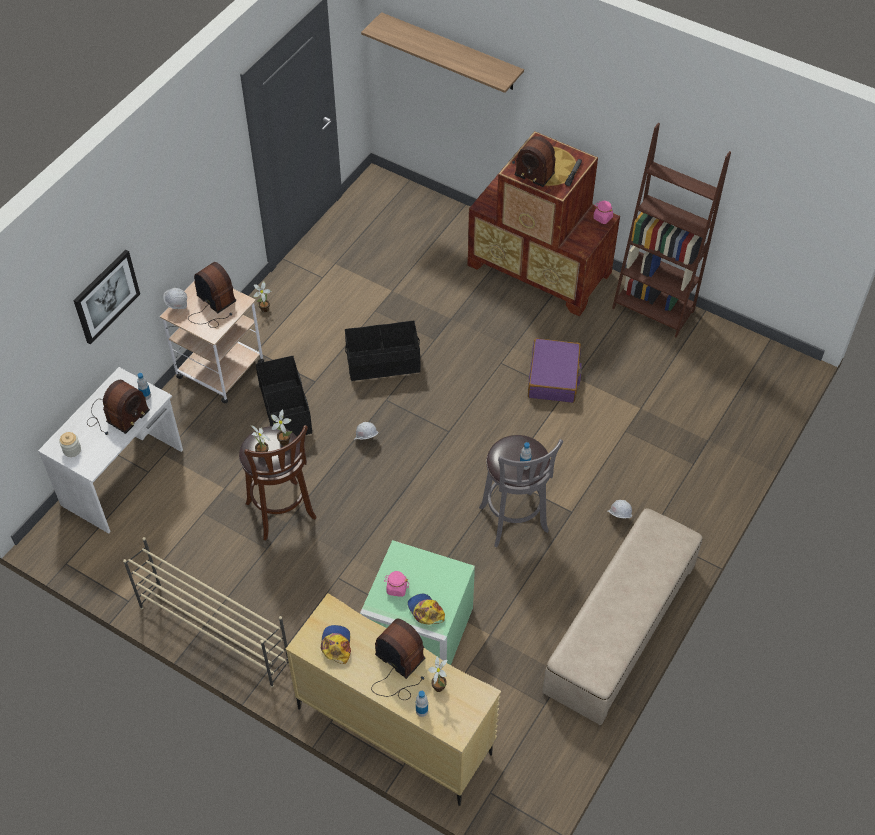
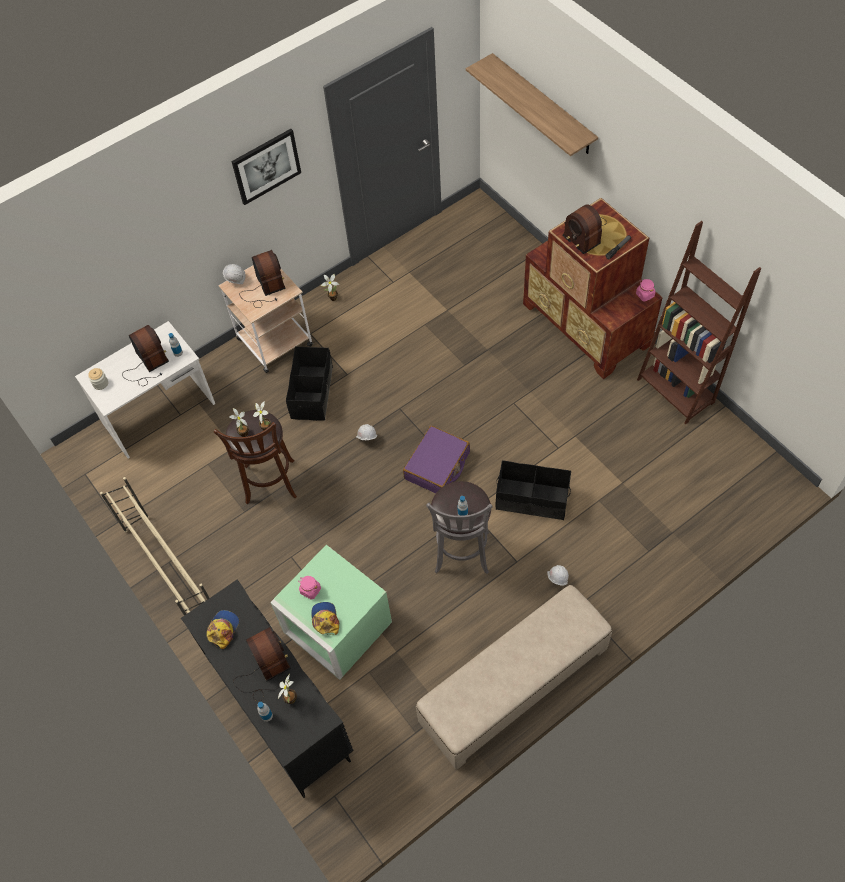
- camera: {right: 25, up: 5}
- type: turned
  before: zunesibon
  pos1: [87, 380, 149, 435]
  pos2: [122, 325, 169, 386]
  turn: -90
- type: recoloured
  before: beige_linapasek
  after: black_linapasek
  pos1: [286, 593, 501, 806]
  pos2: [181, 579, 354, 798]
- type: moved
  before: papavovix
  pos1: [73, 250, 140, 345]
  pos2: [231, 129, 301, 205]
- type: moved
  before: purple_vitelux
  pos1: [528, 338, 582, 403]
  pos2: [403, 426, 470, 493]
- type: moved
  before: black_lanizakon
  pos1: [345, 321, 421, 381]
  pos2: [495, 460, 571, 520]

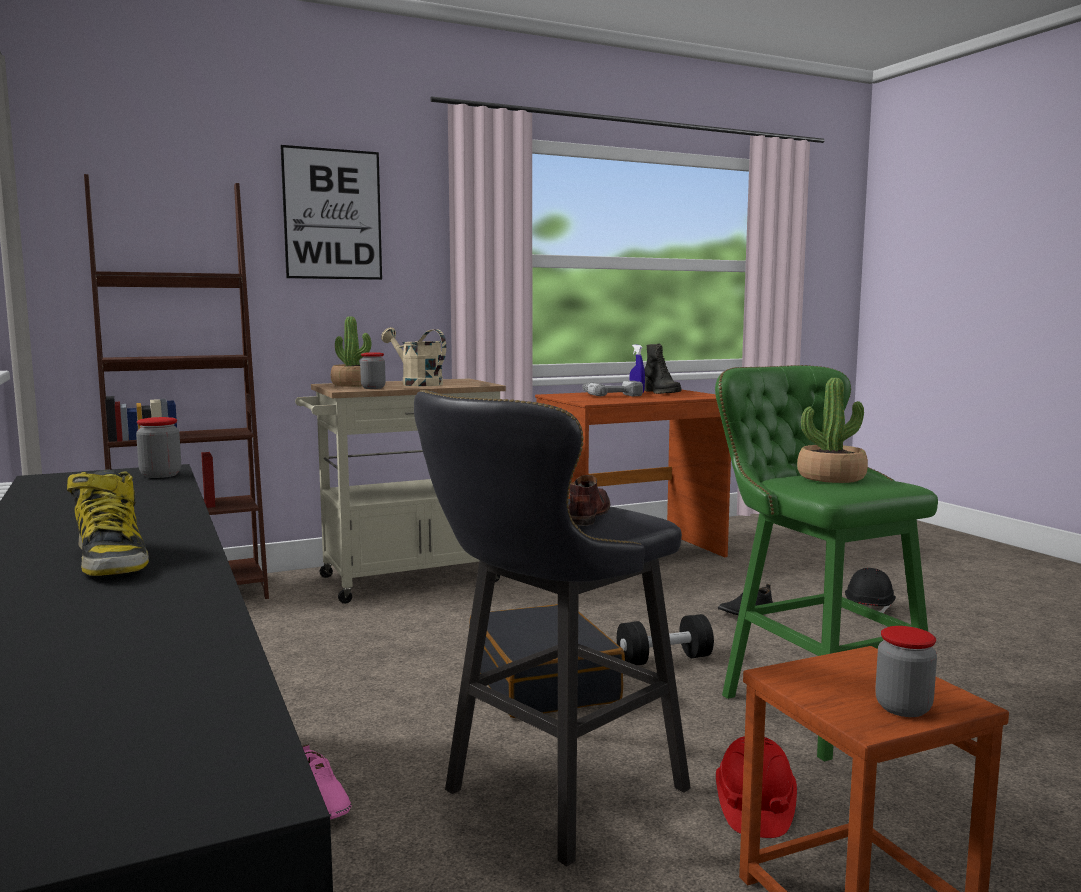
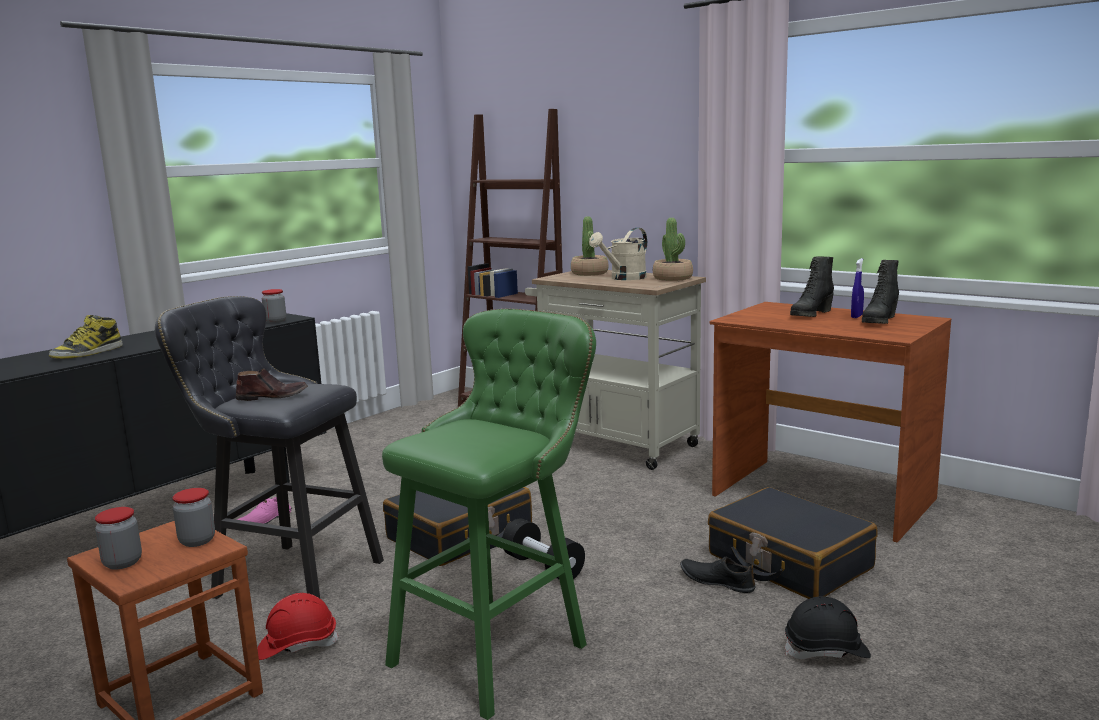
- camera: {right: 65, up: 5}
- type: moved
  before: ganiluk
  pos1: [360, 352, 386, 389]
  pos2: [173, 488, 215, 547]
- type: turned
  before: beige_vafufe
  pos1: [381, 327, 446, 386]
  pos2: [589, 228, 647, 280]
  turn: -150
- type: moved
  before: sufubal
  pos1: [797, 378, 868, 483]
  pos2: [653, 218, 693, 281]
- type: added
  after: black_vitelux
  pos2: [708, 487, 877, 599]
- type: replaced
  before: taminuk
  after: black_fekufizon
  pos1: [582, 381, 643, 396]
  pos2: [790, 256, 834, 317]
- type: removed
  before: papavovix
  pos1: [280, 145, 382, 280]

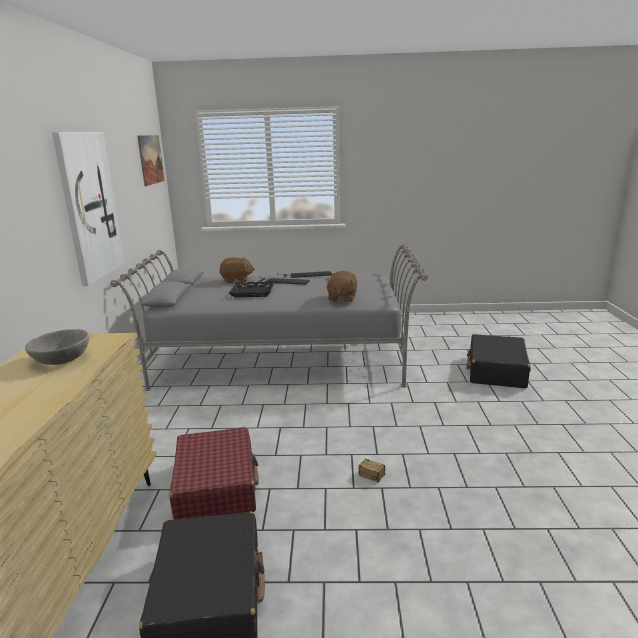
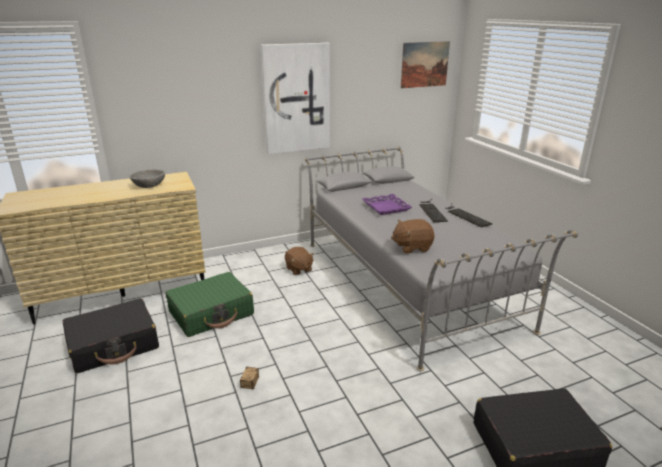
- camera: {right: 65, up: 5}
- type: recoloured
  before: red_vitelux
  after: green_vitelux
  pos1: [170, 427, 259, 520]
  pos2: [166, 272, 254, 337]
- type: moved
  before: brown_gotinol
  pos1: [219, 257, 255, 283]
  pos2: [285, 247, 314, 275]
- type: recoloured
  before: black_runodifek
  after: purple_runodifek
  pos1: [228, 281, 275, 297]
  pos2: [362, 194, 412, 215]

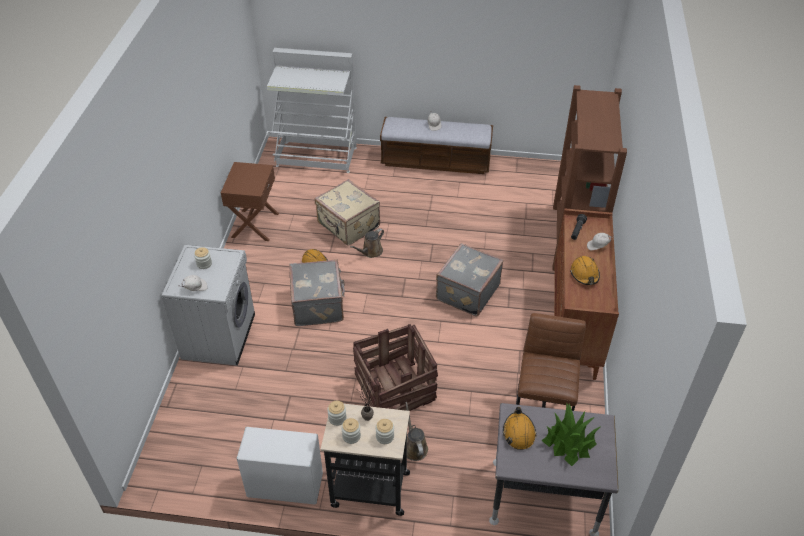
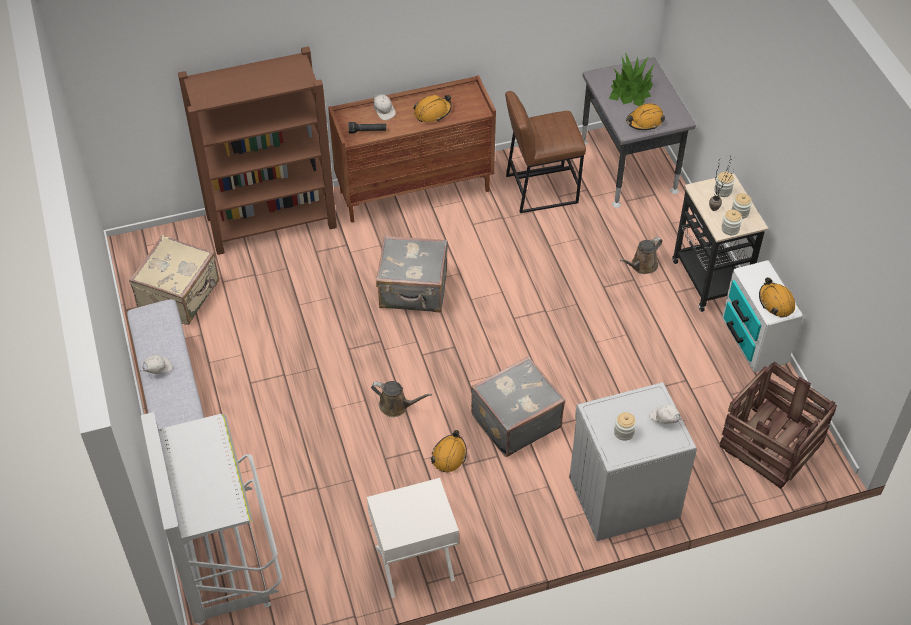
- camera: {right: -115, up: 5}
- type: moved
  before: beige_vitelux
  pos1: [315, 179, 380, 246]
  pos2: [129, 235, 219, 325]
- type: recoloured
  before: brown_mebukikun
  after: white_mebukikun
  pos1: [221, 162, 279, 241]
  pos2: [367, 478, 459, 598]
- type: moved
  before: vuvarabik
  pos1: [353, 324, 438, 411]
  pos2: [719, 361, 837, 489]
- type: added
  after: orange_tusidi
  pos2: [759, 277, 795, 317]

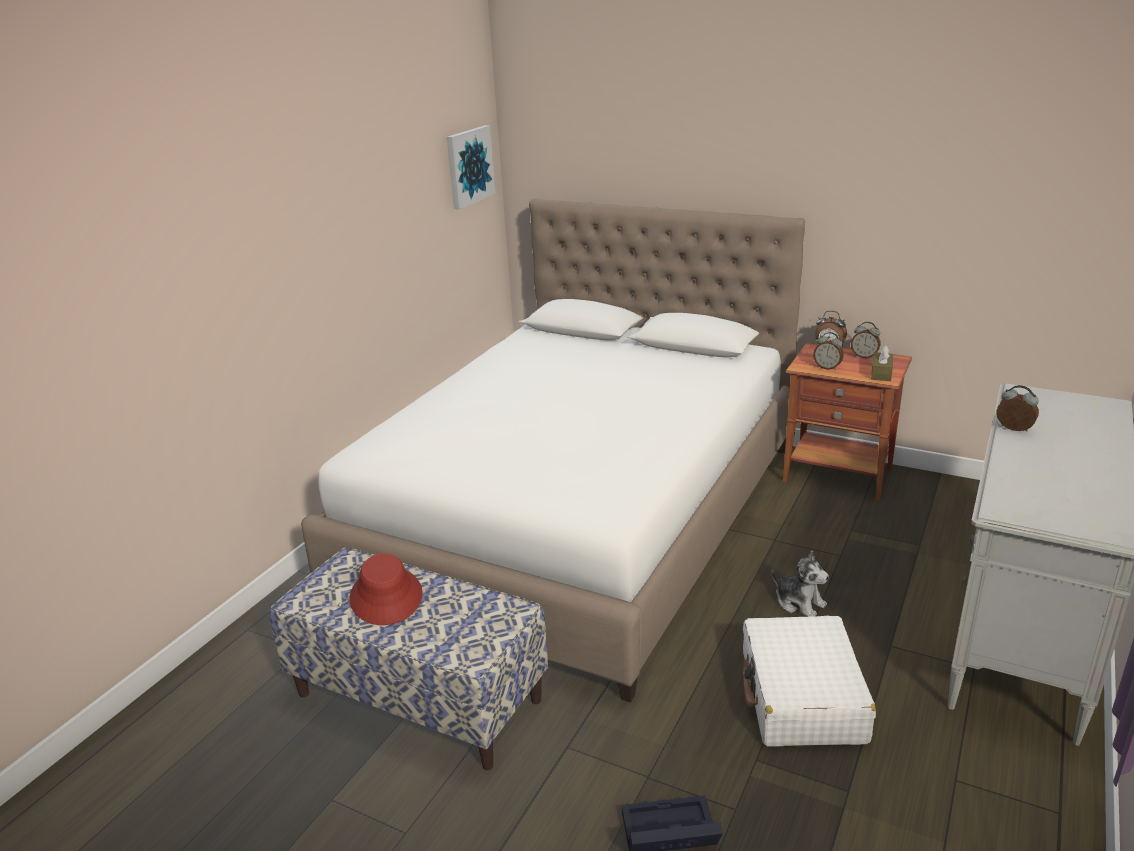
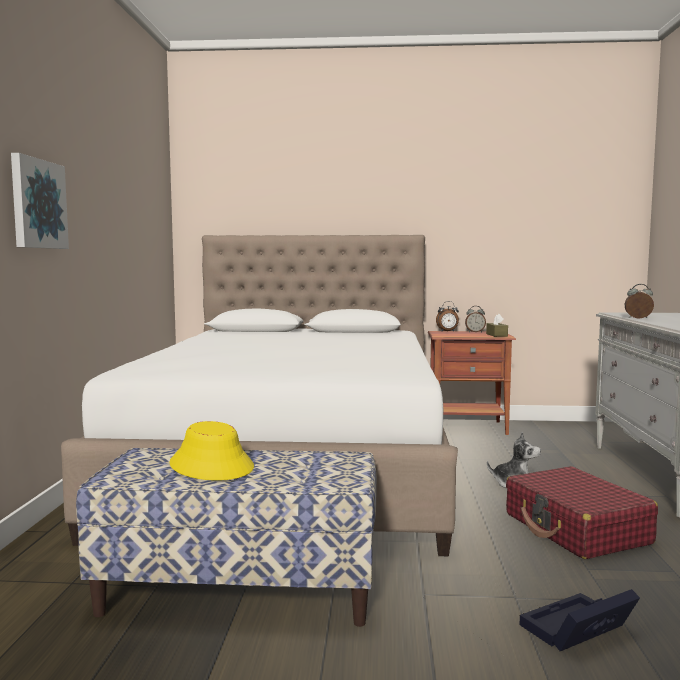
- camera: {right: -25, up: -20}
- type: moved
  before: papavovix
  pos1: [447, 125, 496, 209]
  pos2: [11, 153, 69, 249]
- type: recoloured
  before: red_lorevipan
  after: yellow_lorevipan
  pos1: [349, 553, 422, 625]
  pos2: [169, 421, 254, 481]
- type: recoloured
  before: white_vitelux
  after: red_vitelux
  pos1: [743, 616, 876, 746]
  pos2: [506, 466, 658, 559]
- type: removed
  before: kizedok
  pos1: [813, 332, 844, 370]

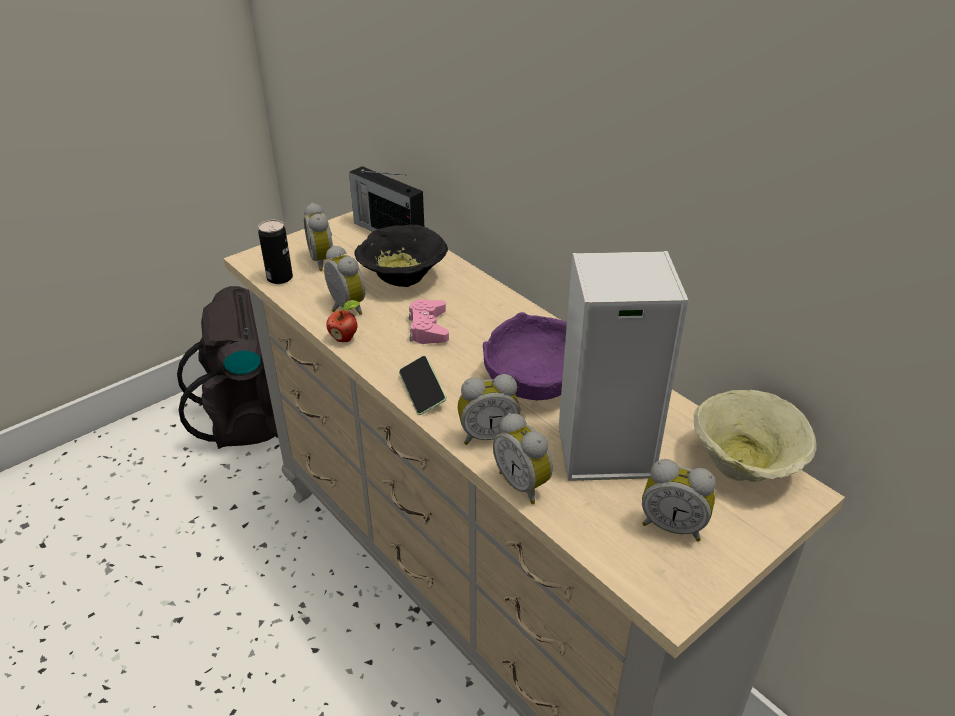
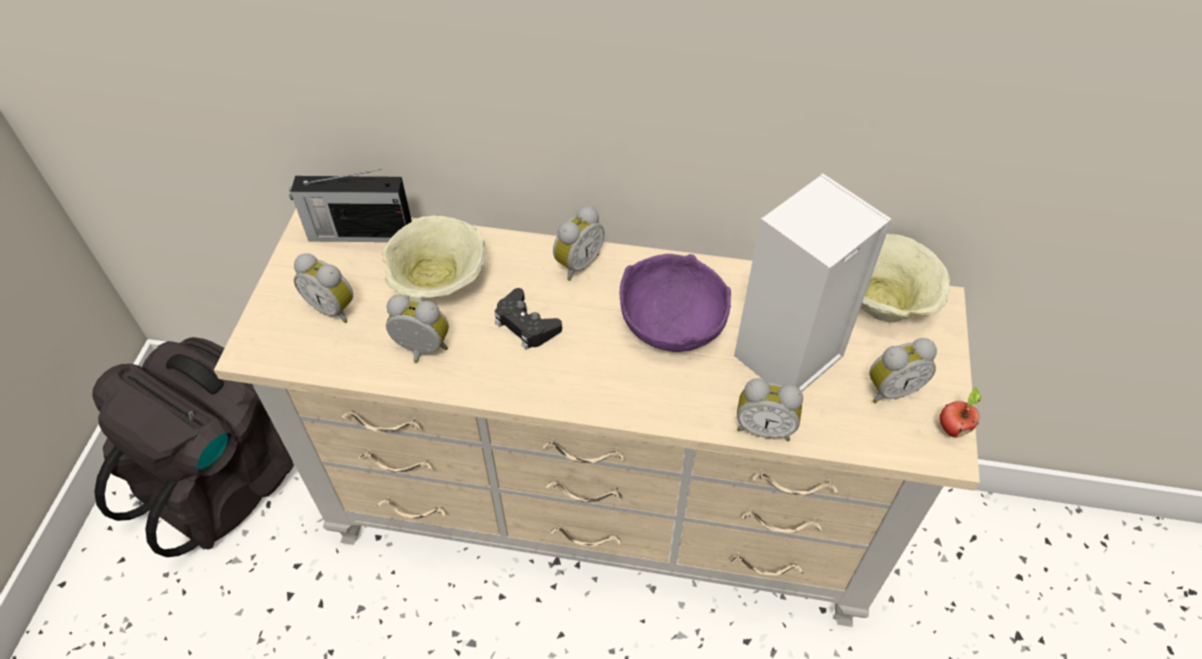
- camera: {right: -40, up: 15}
- type: recoloured
  before: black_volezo
  after: beige_volezo
  pos1: [354, 225, 448, 287]
  pos2: [382, 215, 486, 298]
- type: recoloured
  before: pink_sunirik
  after: black_sunirik
  pos1: [409, 299, 449, 344]
  pos2: [495, 288, 562, 350]
- type: moved
  before: kizedok
  pos1: [458, 374, 521, 445]
  pos2: [553, 206, 605, 281]
- type: moved
  before: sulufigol
  pos1: [326, 300, 360, 342]
  pos2: [940, 387, 981, 438]
- type: removed
  before: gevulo
  pos1: [258, 220, 293, 284]
- type: removed
  before: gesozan
  pos1: [399, 356, 446, 415]

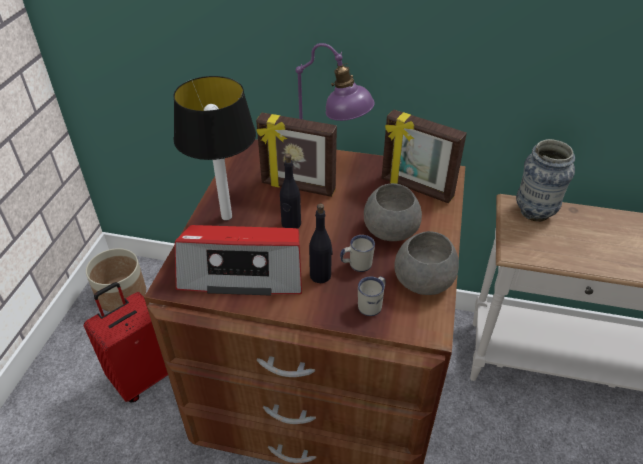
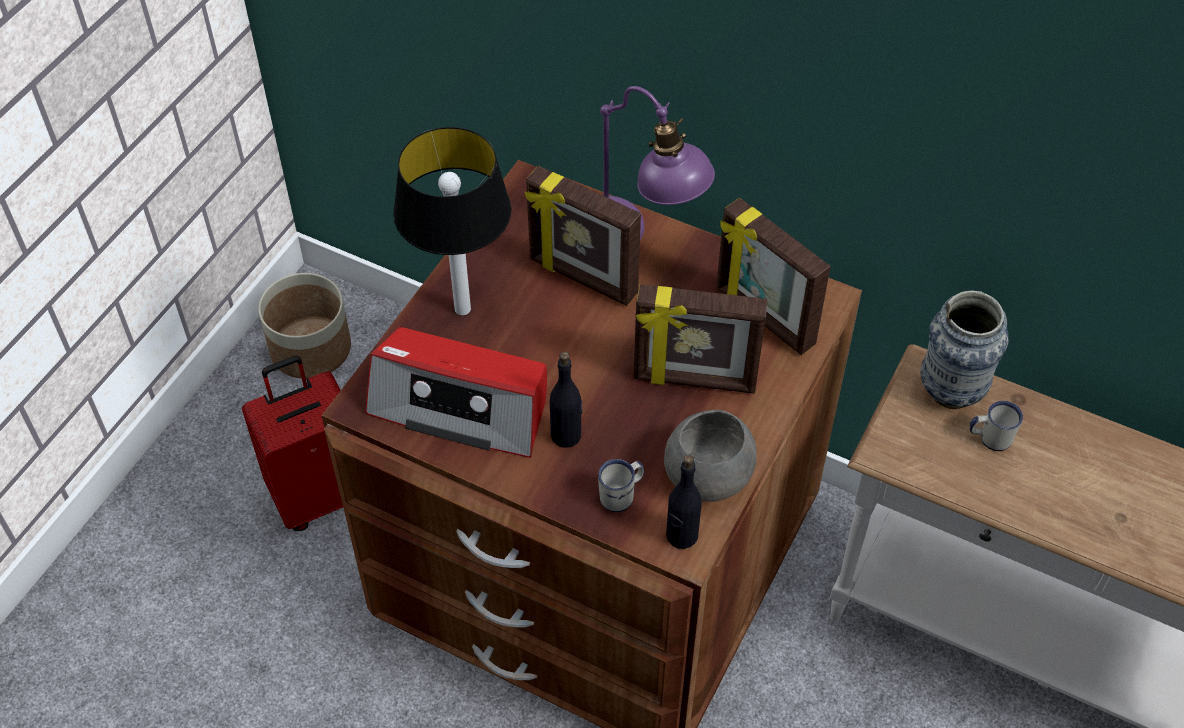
- camera: {right: 15, up: 10}
- type: replaced
  before: grey_volezo
  after: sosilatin
  pos1: [364, 183, 422, 241]
  pos2: [634, 284, 768, 394]
- type: moved
  before: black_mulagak
  pos1: [280, 154, 301, 228]
  pos2: [666, 455, 701, 549]
- type: moved
  before: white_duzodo
  pos1: [340, 235, 375, 272]
  pos2: [970, 401, 1023, 451]

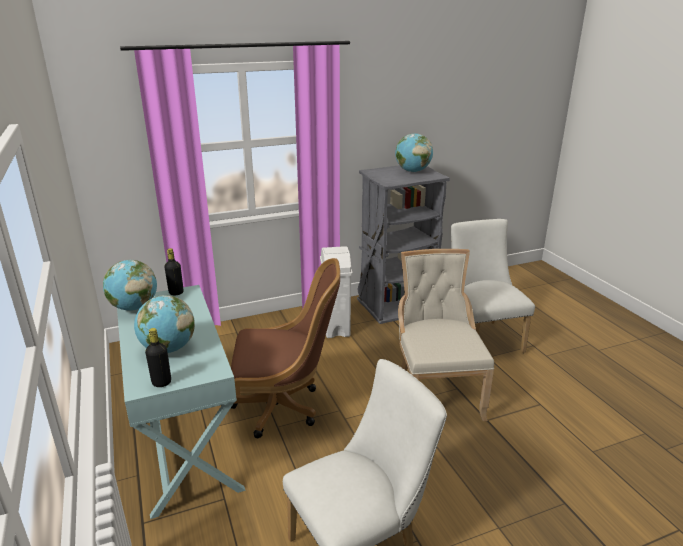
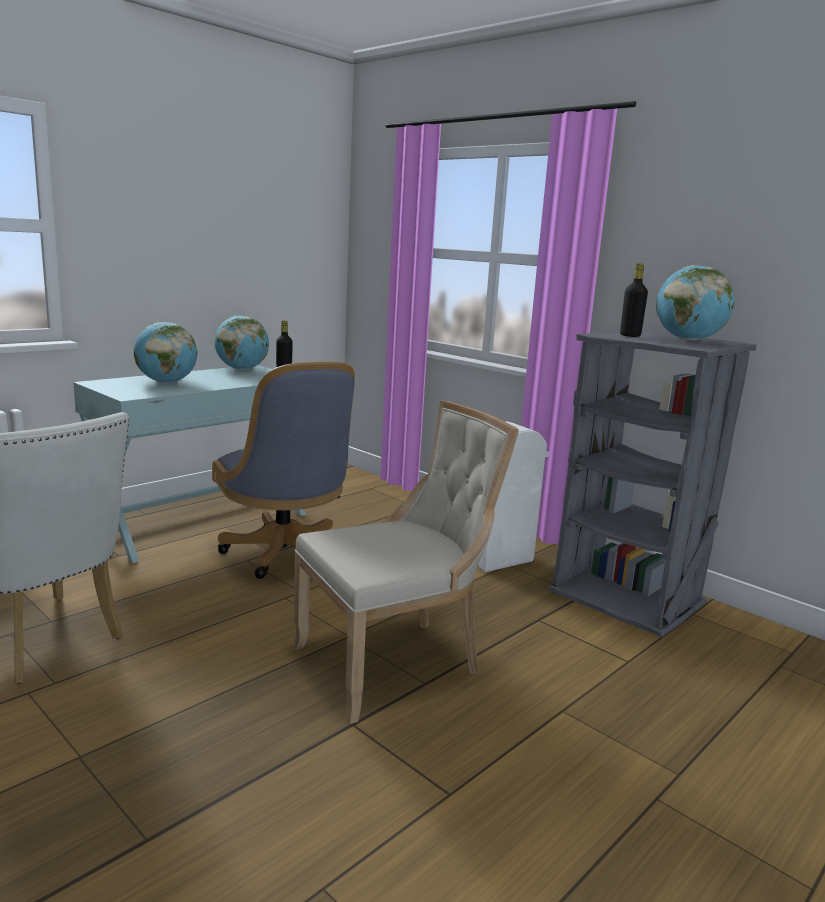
- camera: {right: 65, up: -10}
- type: recoloured
  before: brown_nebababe
  after: blue_nebababe
  pos1: [231, 258, 340, 438]
  pos2: [212, 362, 355, 579]
- type: moved
  before: black_mulagak
  pos1: [145, 328, 171, 387]
  pos2: [620, 263, 648, 337]
- type: removed
  before: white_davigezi
  pos1: [451, 219, 535, 353]

